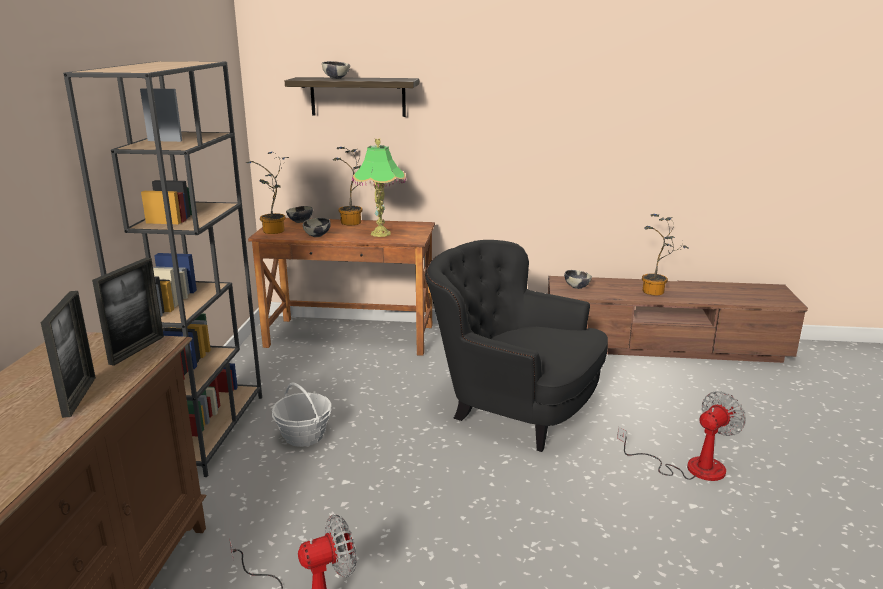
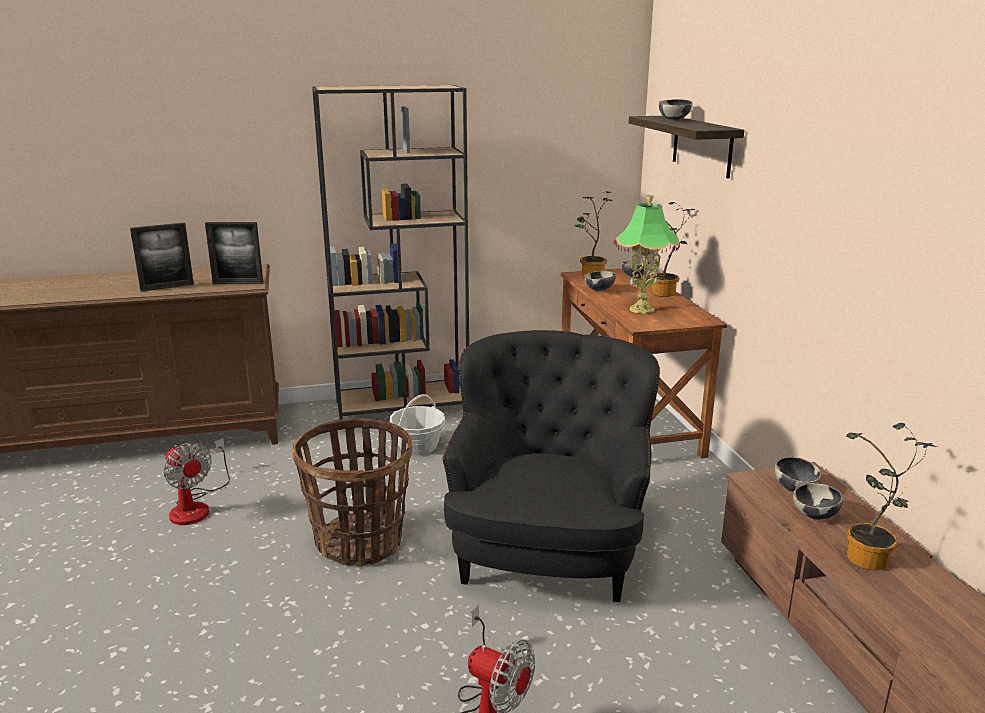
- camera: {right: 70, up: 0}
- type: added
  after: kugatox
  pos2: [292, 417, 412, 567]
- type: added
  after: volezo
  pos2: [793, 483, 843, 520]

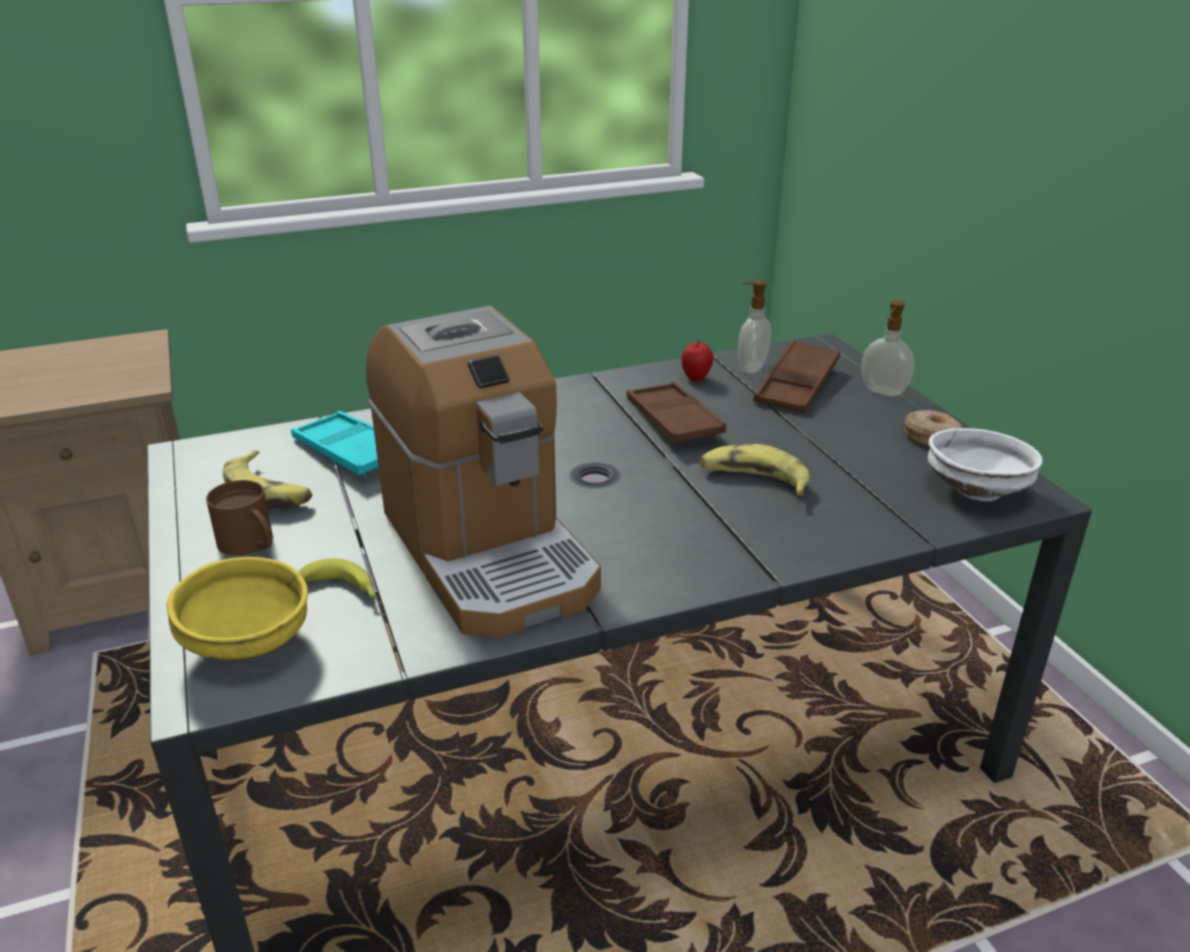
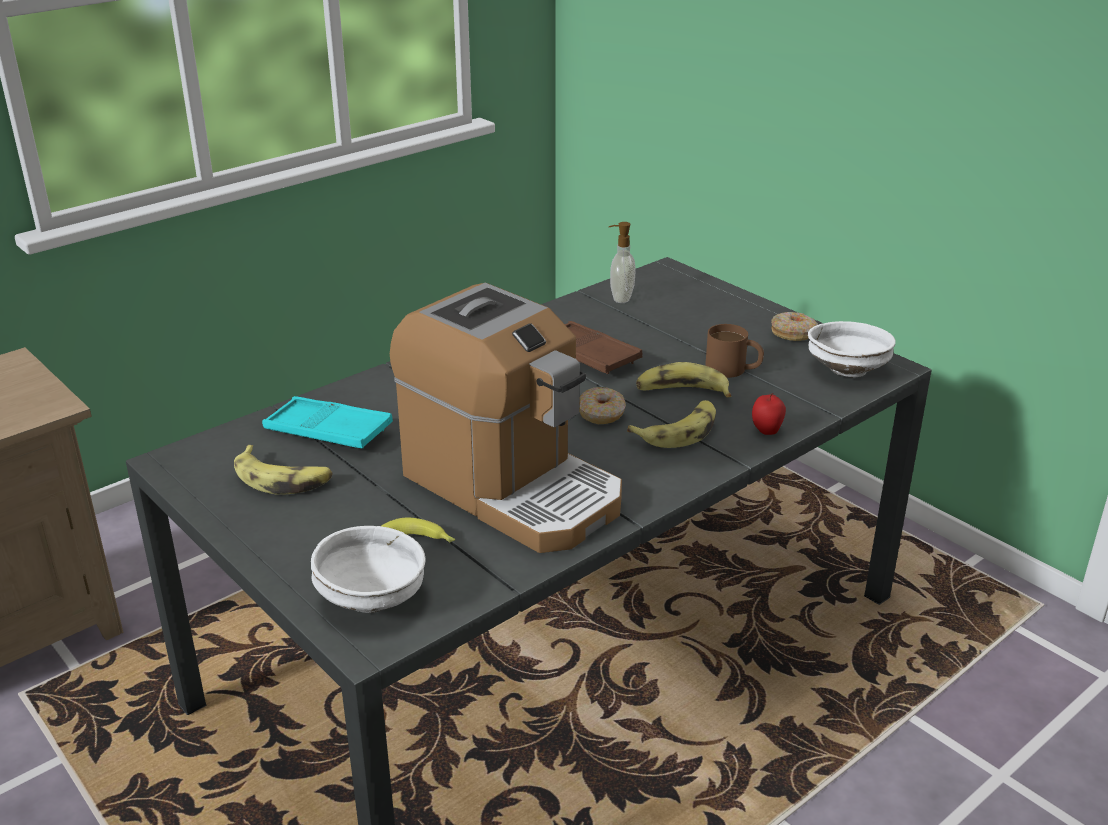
- camera: {right: -20, up: 0}
- type: recoloured
  before: yellow_volezo
  after: white_volezo
  pos1: [167, 557, 308, 661]
  pos2: [311, 526, 425, 613]
- type: added
  after: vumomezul
  pos2: [579, 387, 626, 424]
- type: added
  after: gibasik
  pos2: [627, 400, 716, 448]
- type: moved
  before: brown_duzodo
  pos1: [206, 480, 273, 555]
  pos2: [705, 324, 764, 378]
- type: moved
  before: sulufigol
  pos1: [681, 340, 714, 381]
  pos2: [752, 393, 786, 435]
- type: removed
  before: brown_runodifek
  pos1: [753, 340, 840, 413]
- type: removed
  before: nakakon
  pos1: [861, 300, 914, 396]

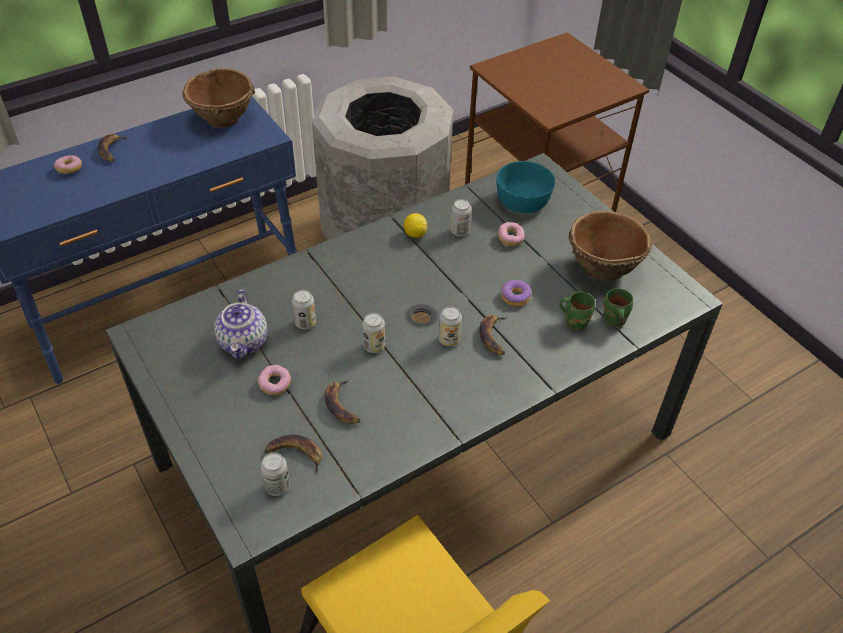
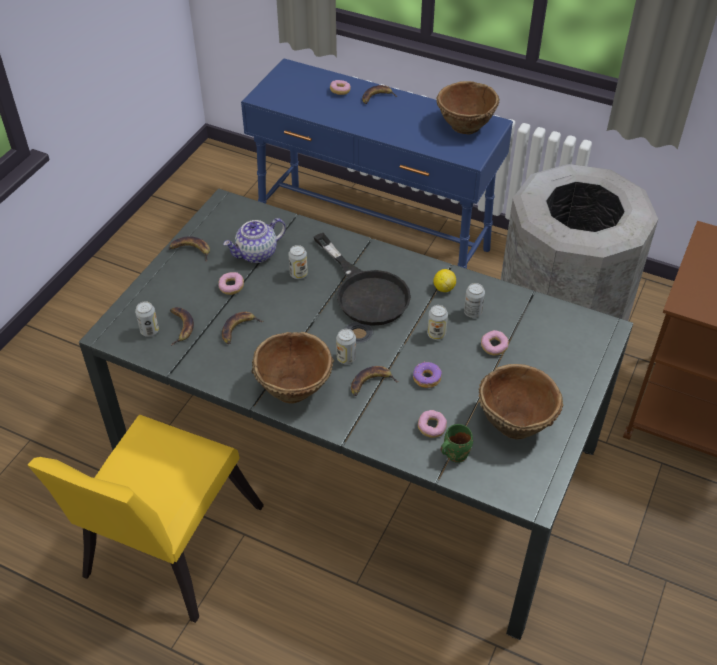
- camera: {right: 60, up: 0}
- type: added
  after: gibasik
  pos2: [168, 236, 210, 262]
- type: added
  after: brown_volezo
  pos2: [251, 332, 334, 404]
- type: added
  after: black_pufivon
  pos2: [314, 233, 411, 326]
- type: replaced
  before: green_duzodo
  after: vumomezul
  pos1: [559, 291, 595, 331]
  pos2: [418, 410, 447, 438]
- type: moved
  before: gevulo
  pos1: [362, 313, 385, 353]
  pos2: [427, 305, 448, 340]
- type: removed
  before: turquoise_volezo
  pos1: [496, 161, 555, 213]

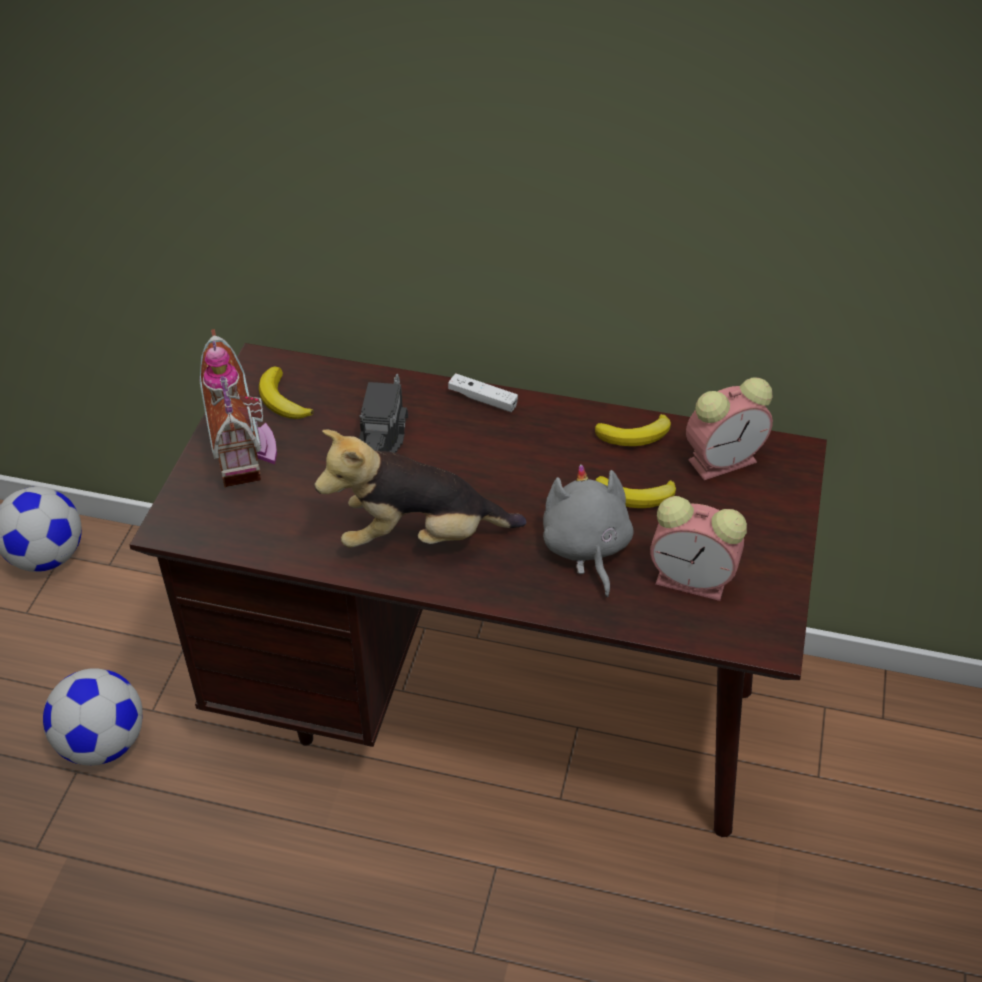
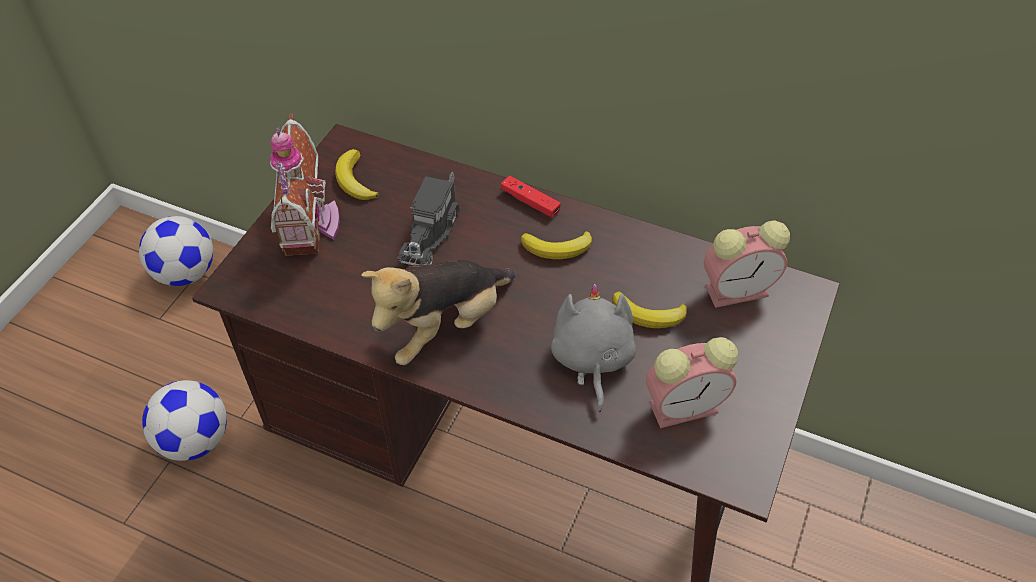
- camera: {right: 10, up: 5}
- type: turned
  before: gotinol
  pos1: [315, 430, 526, 548]
  pos2: [361, 260, 515, 365]
  turn: -45
- type: recoloured
  before: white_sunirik
  after: red_sunirik
  pos1: [448, 373, 518, 412]
  pos2: [501, 175, 561, 218]
- type: moved
  before: gibasik
  pos1: [595, 414, 671, 446]
  pos2: [521, 231, 592, 259]
- type: turned
  before: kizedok
  pos1: [650, 496, 747, 601]
  pos2: [646, 337, 738, 428]
  turn: -45

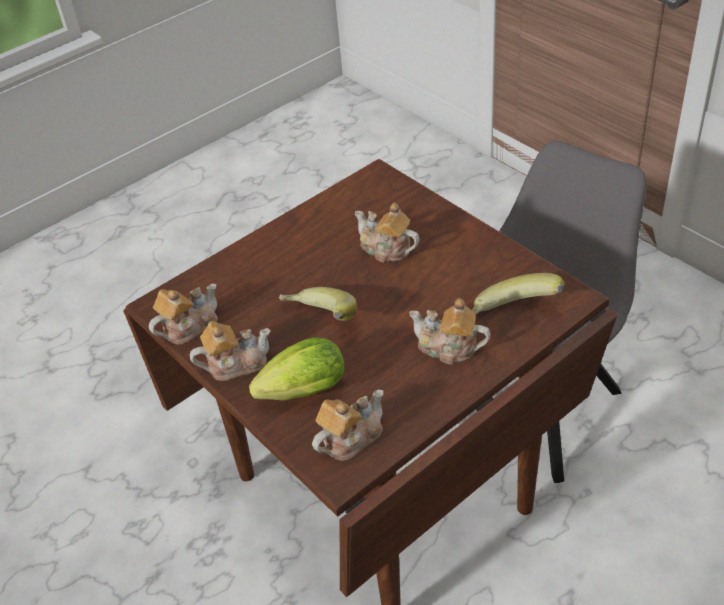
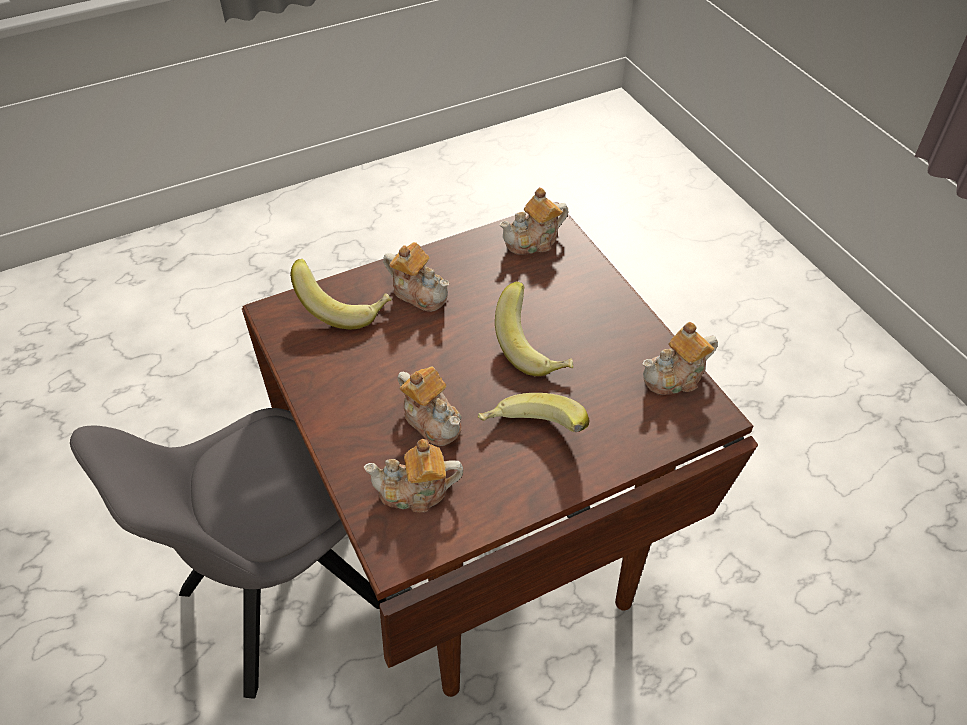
- camera: {right: -170, up: 5}
- type: moved
  before: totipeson
  pos1: [190, 321, 271, 381]
  pos2: [364, 439, 463, 512]
- type: added
  after: gibasik
  pos2: [478, 393, 589, 432]
- type: removed
  before: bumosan
  pos1: [249, 337, 344, 401]

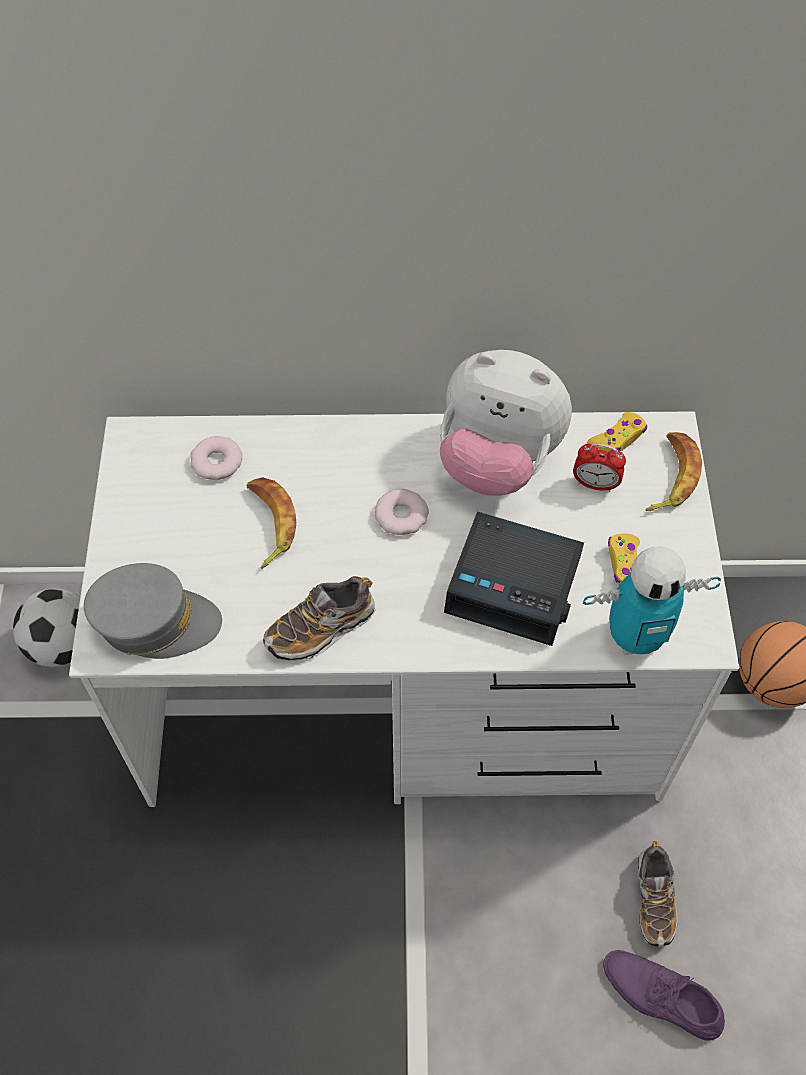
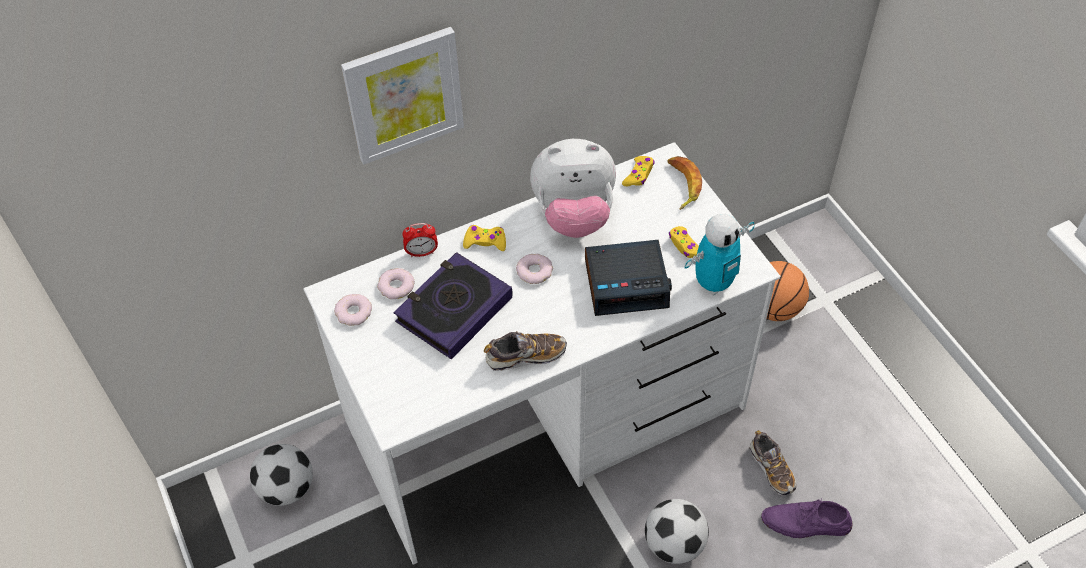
- camera: {right: -25, up: -5}
- type: added
  after: vumomezul
  pos2: [334, 294, 372, 326]
- type: added
  after: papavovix
  pos2: [341, 27, 464, 165]
- type: replaced
  before: gibasik
  after: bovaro
  pos1: [247, 477, 296, 569]
  pos2: [394, 252, 513, 359]
- type: moved
  before: kizedok
  pos1: [573, 443, 626, 492]
  pos2: [402, 223, 438, 257]
- type: added
  after: yellow_sunirik
  pos2: [463, 225, 506, 251]
- type: turned
  before: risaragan
  pos1: [263, 576, 376, 660]
  pos2: [484, 331, 567, 371]
  turn: -135
- type: added
  after: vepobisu
  pos2: [645, 499, 709, 564]
- type: removed
  before: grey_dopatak
  pos1: [84, 563, 222, 659]

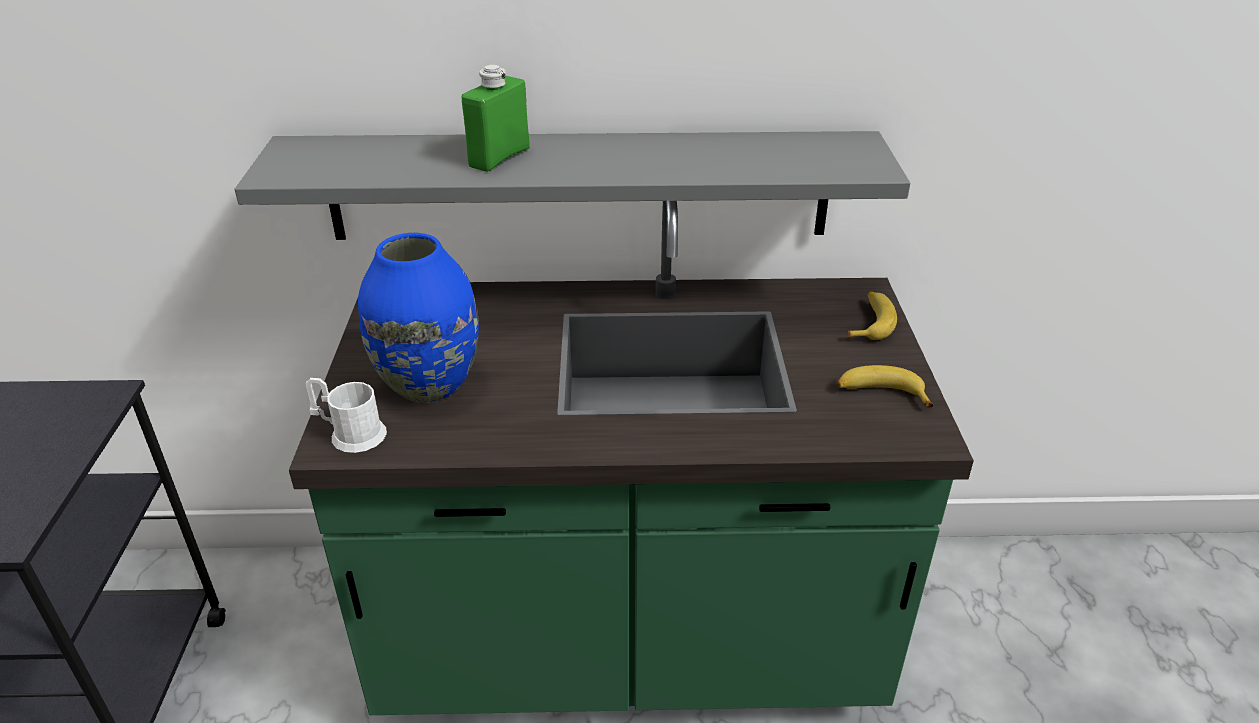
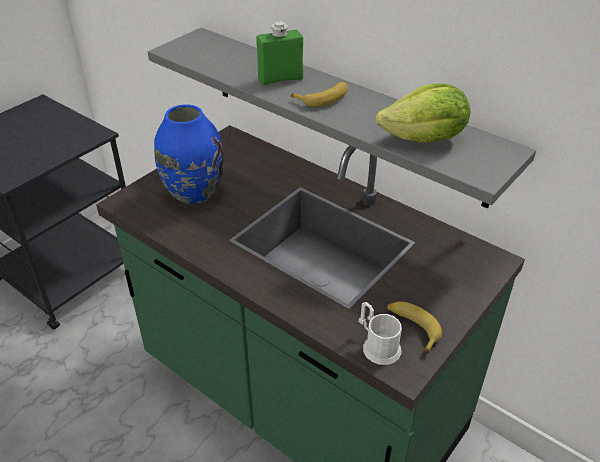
- camera: {right: 40, up: 5}
- type: moved
  before: gibasik
  pos1: [847, 292, 897, 340]
  pos2: [291, 81, 348, 107]
- type: moved
  before: white_duzodo
  pos1: [305, 378, 387, 453]
  pos2: [359, 302, 402, 365]
- type: added
  after: bumosan
  pos2: [376, 83, 470, 143]

